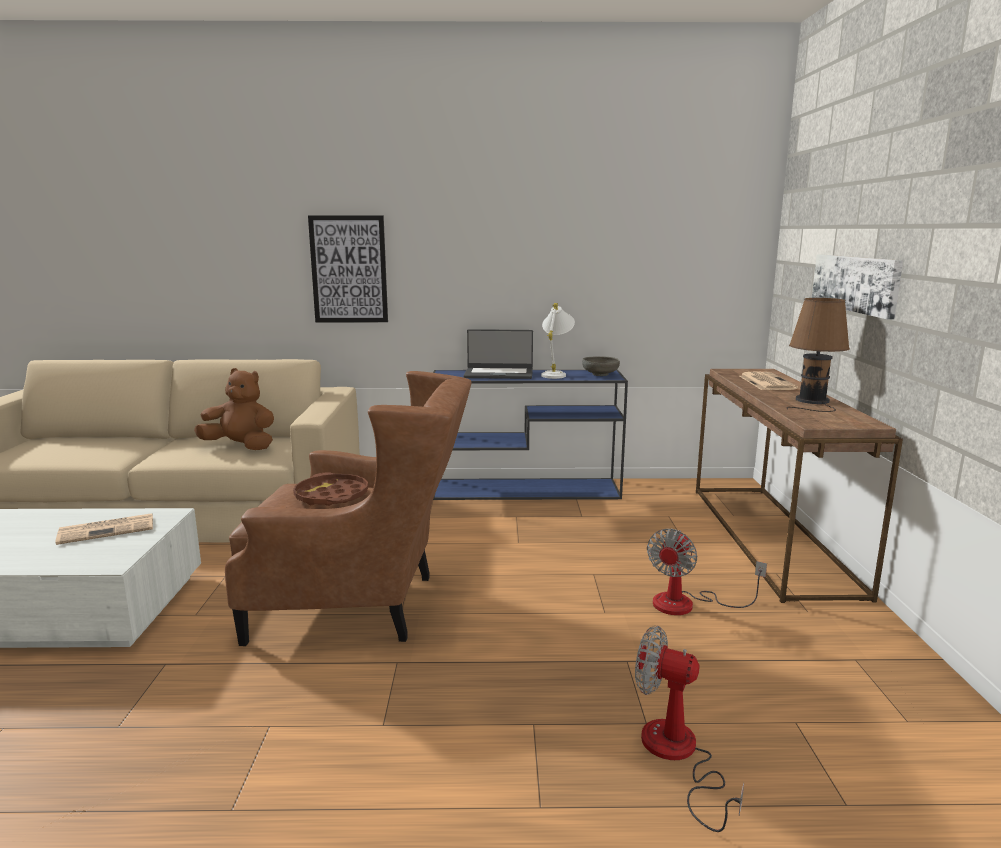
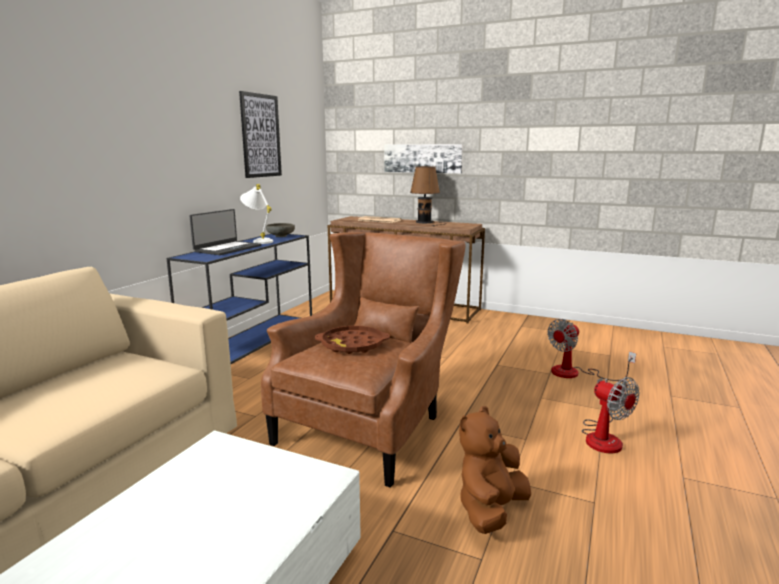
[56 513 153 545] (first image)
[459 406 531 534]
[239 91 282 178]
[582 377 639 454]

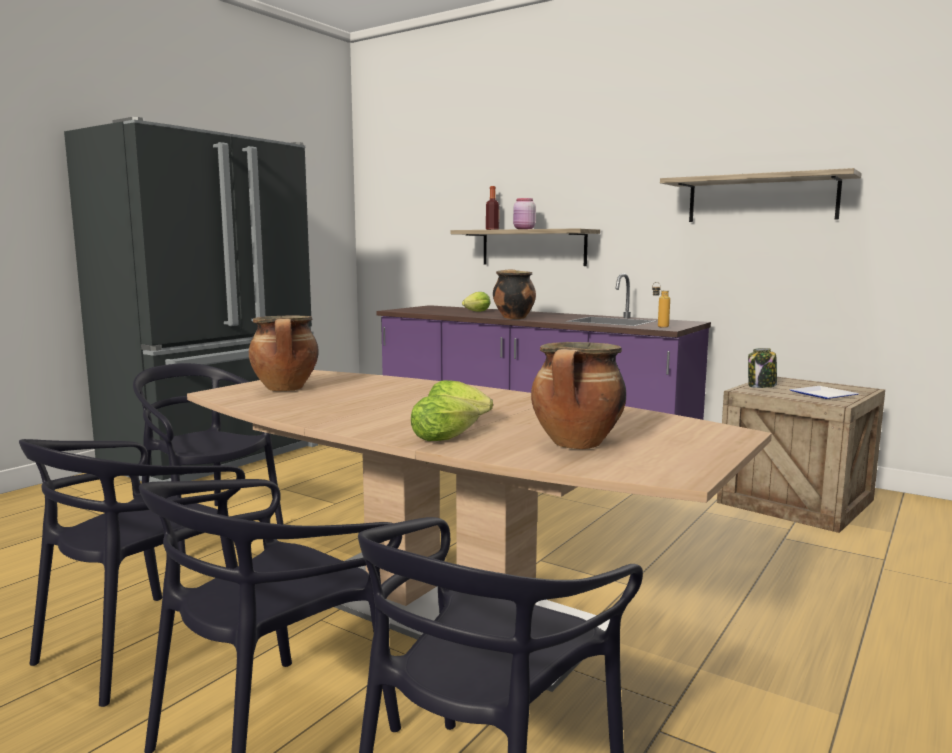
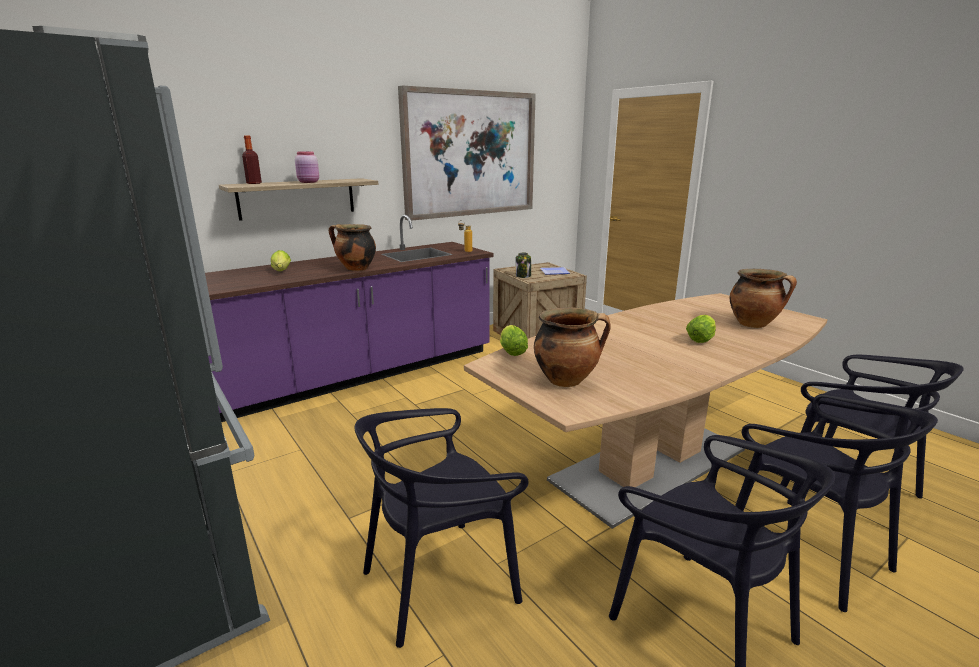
[500 325 528 356]
[398 86 536 221]

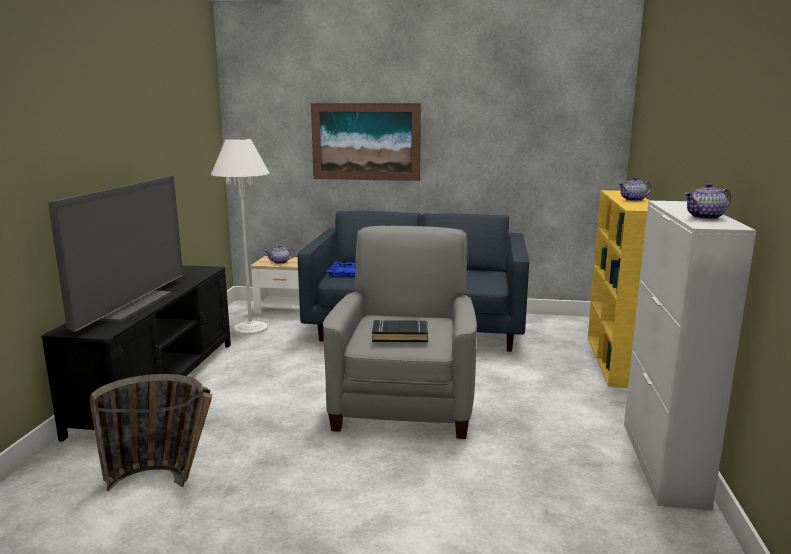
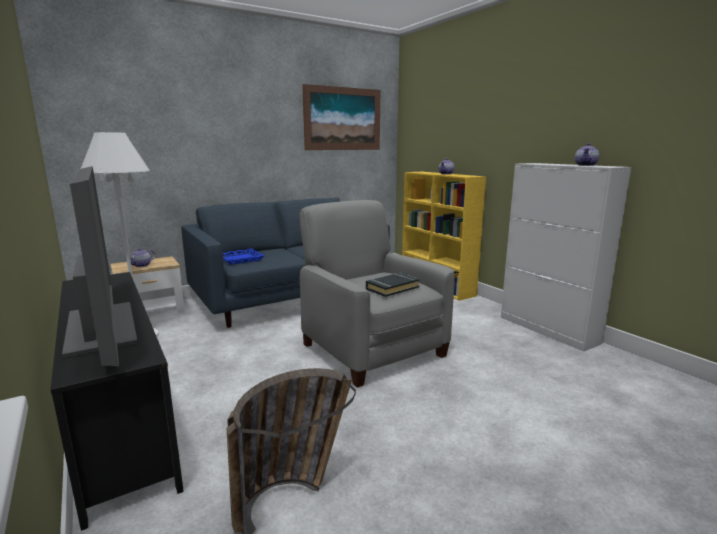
[302 84 380 150]

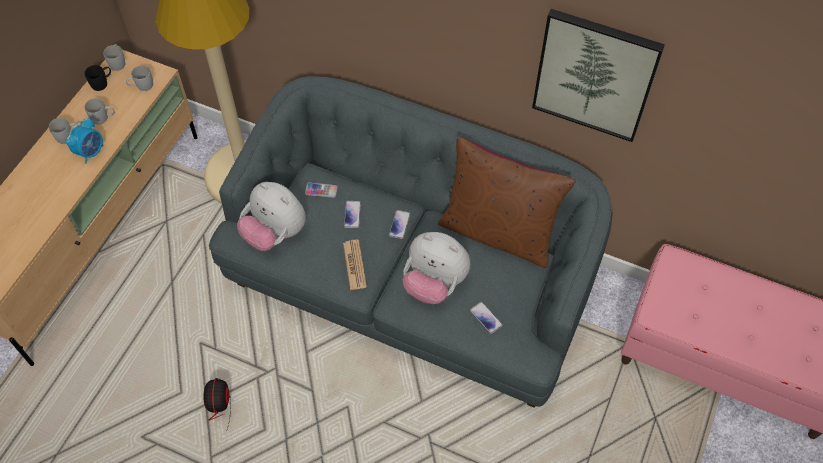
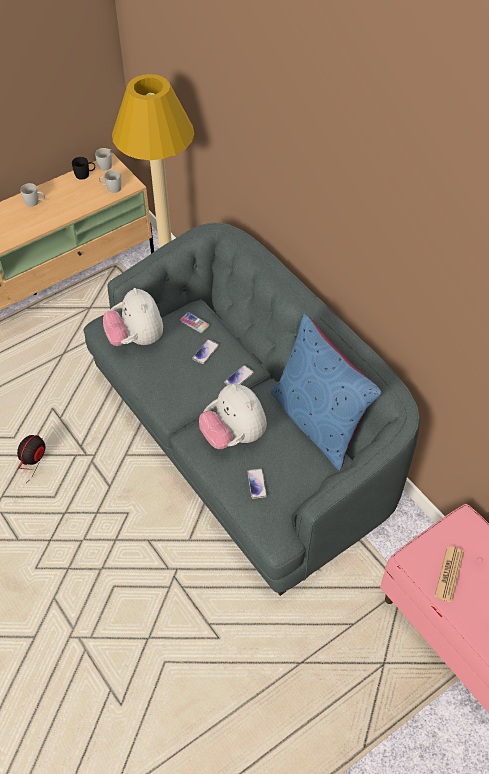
[66 118 103 164] (first image)
[84 98 114 124] (first image)
[434 546 464 602]
[271 314 382 470]
[532 9 665 142] (first image)

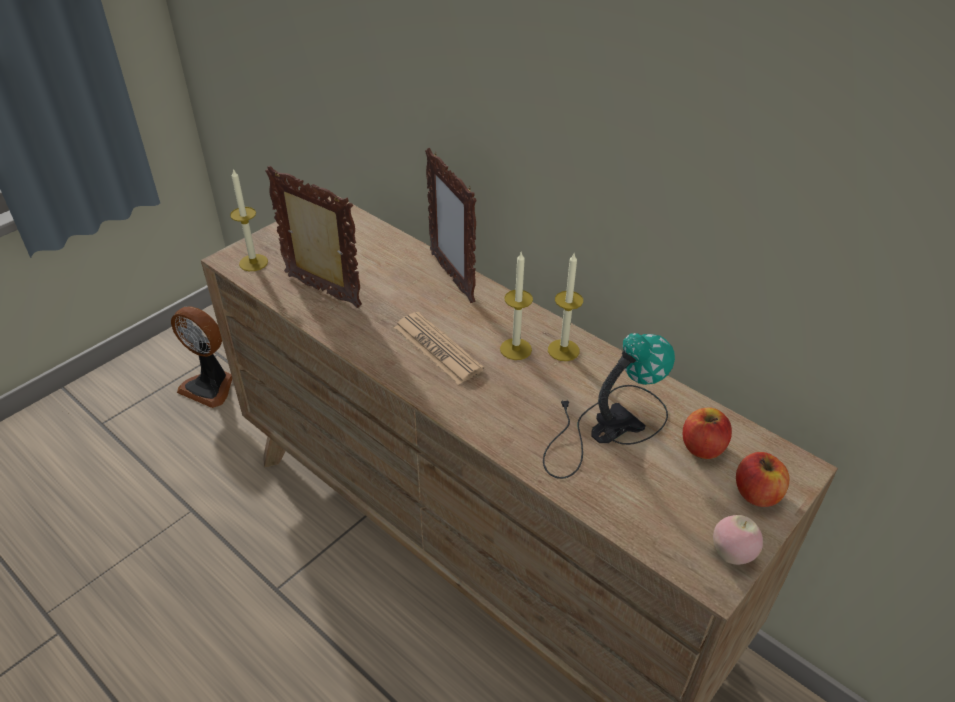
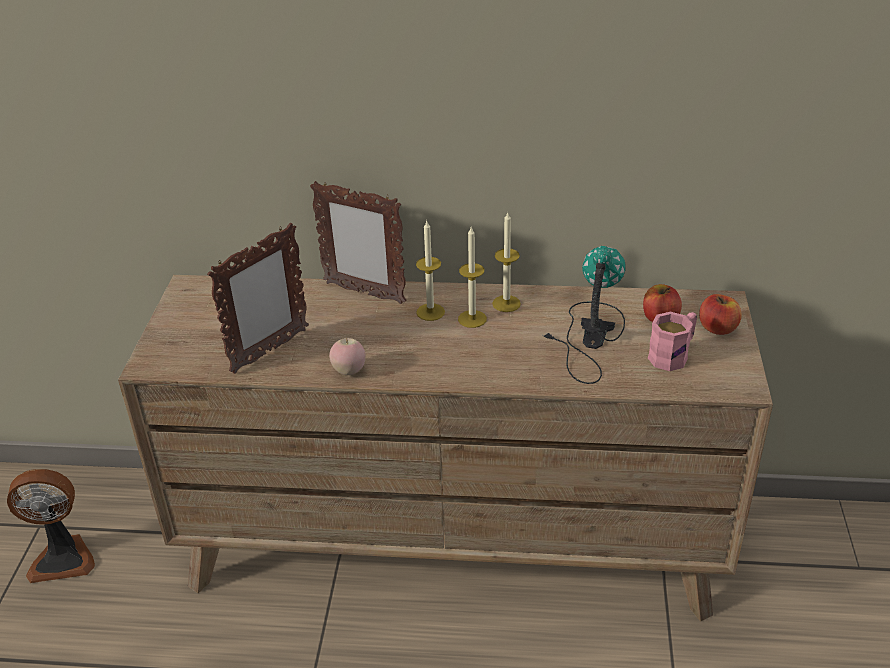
[416 221 445 321]
[207 223 309 374]
[394 312 484 385] (first image)
[329 338 366 375]
[648 312 697 371]

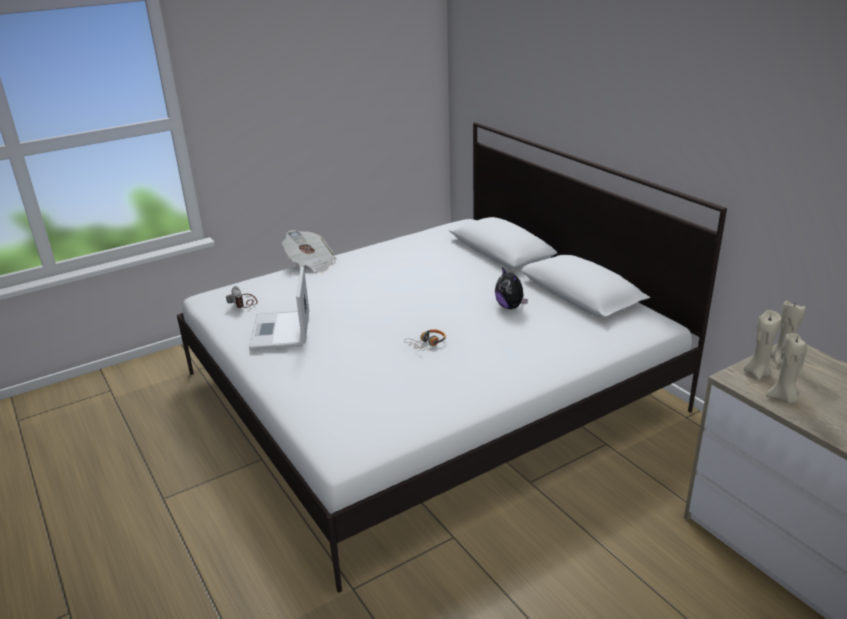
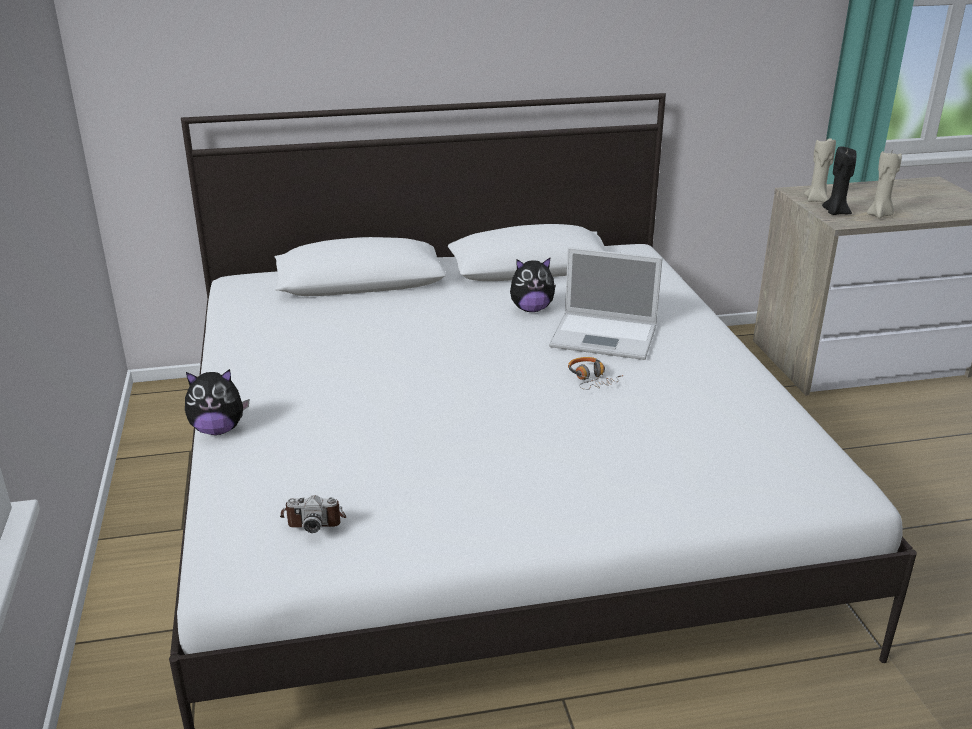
[549 247 663 360]
[185 369 249 435]
[822 146 856 215]

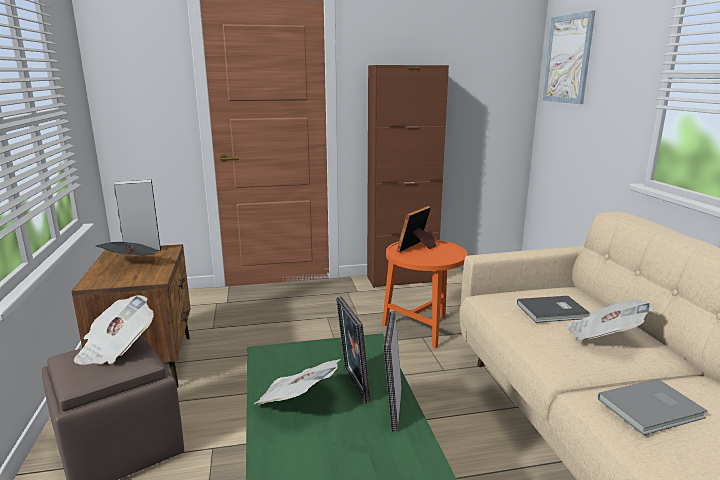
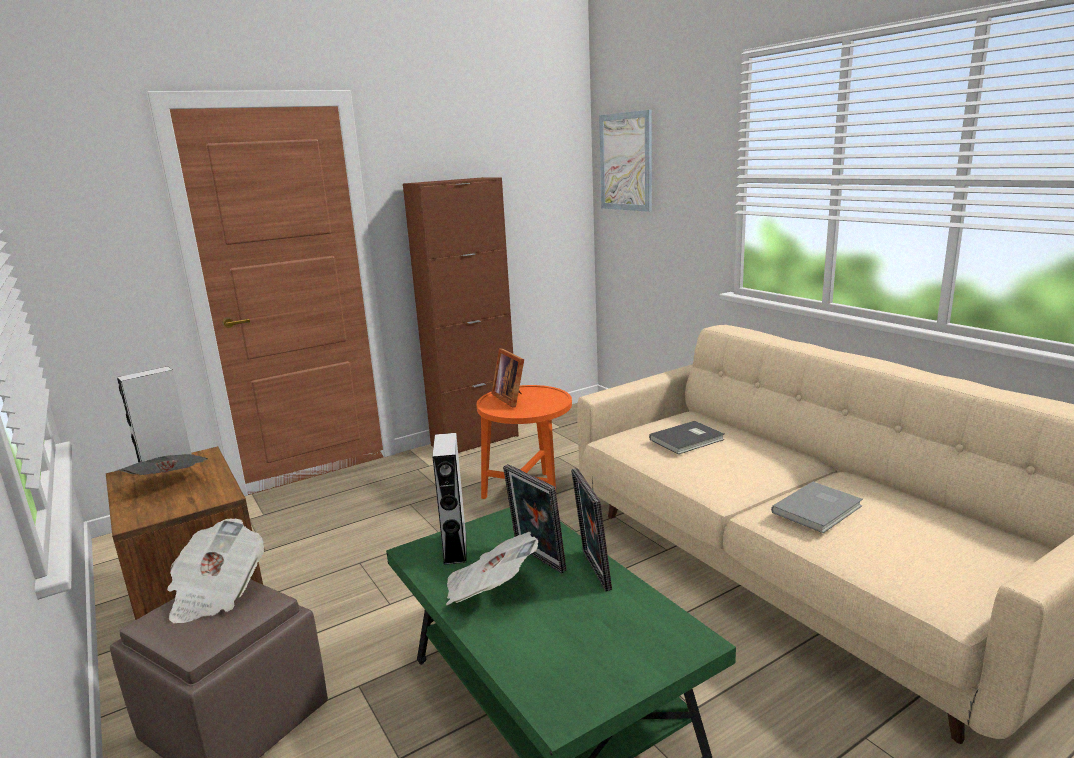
[491 348 524 408]
[566 299 654 341] (first image)
[432 433 466 565]

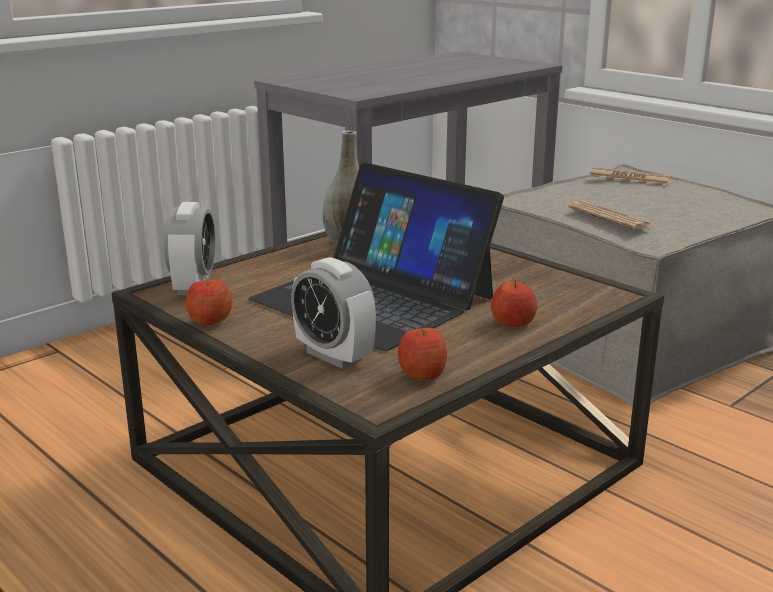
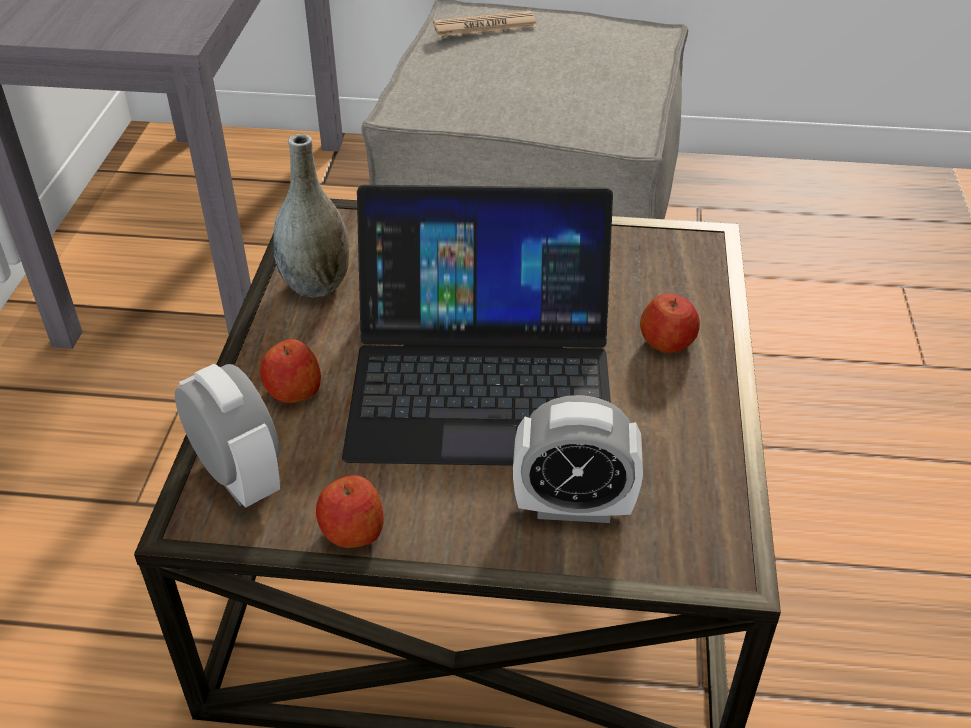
[260 339 321 403]
[568 201 652 230] (first image)

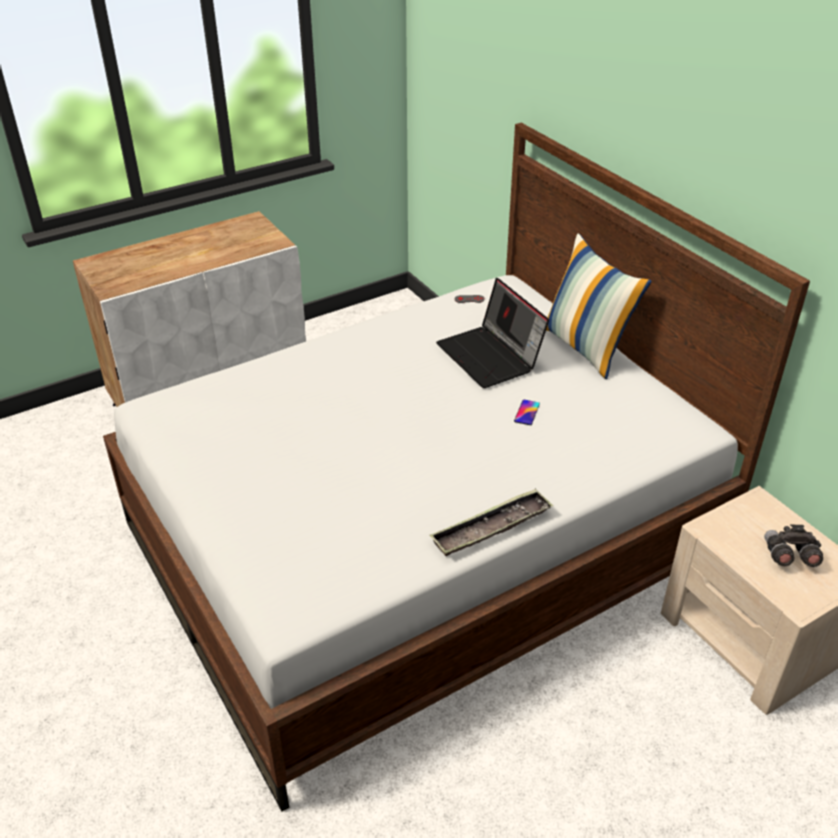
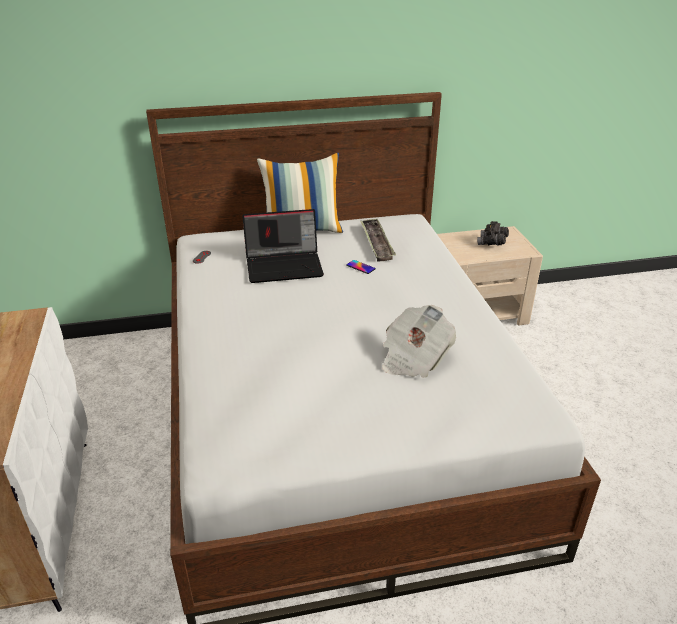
[360 219 396 262]
[382 305 456 378]

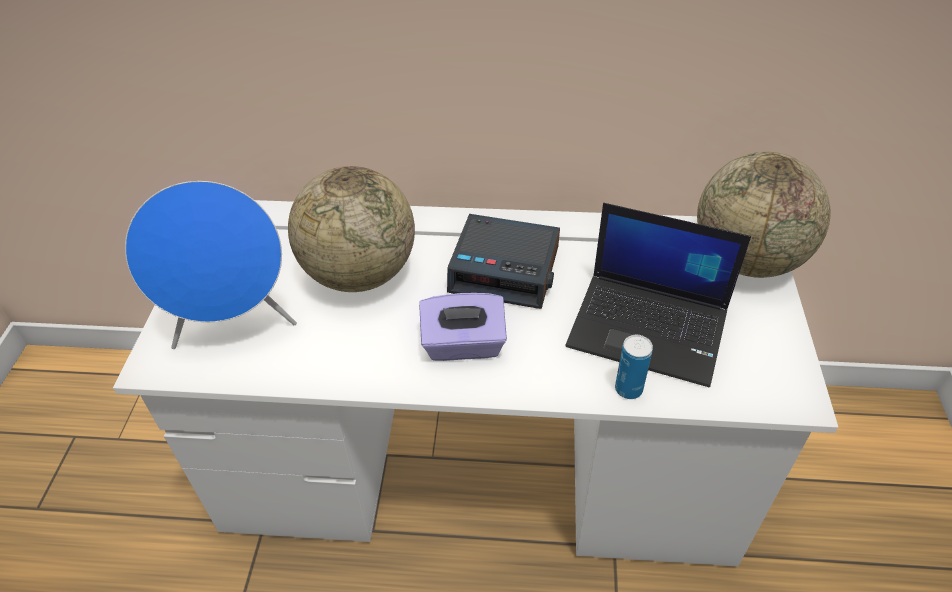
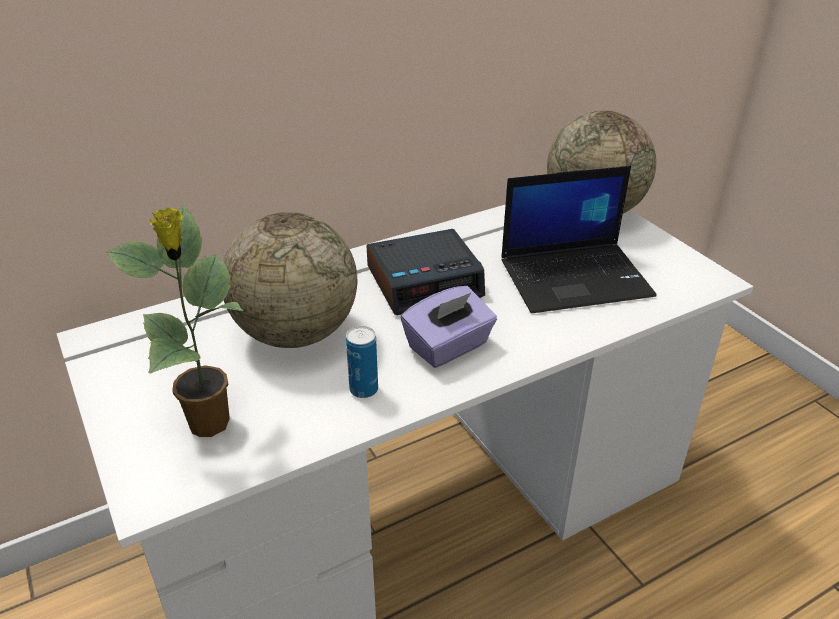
[106 205 243 437]
[346 326 378 398]

